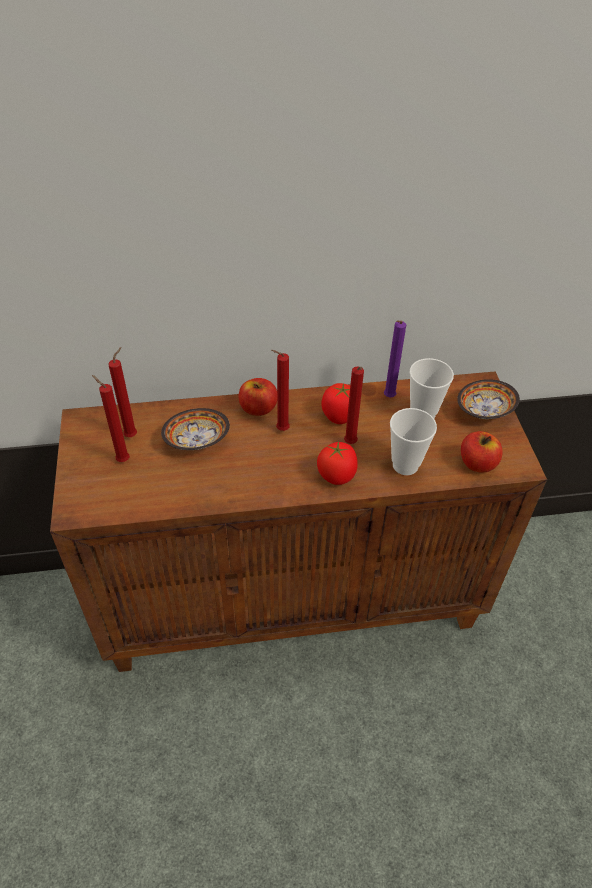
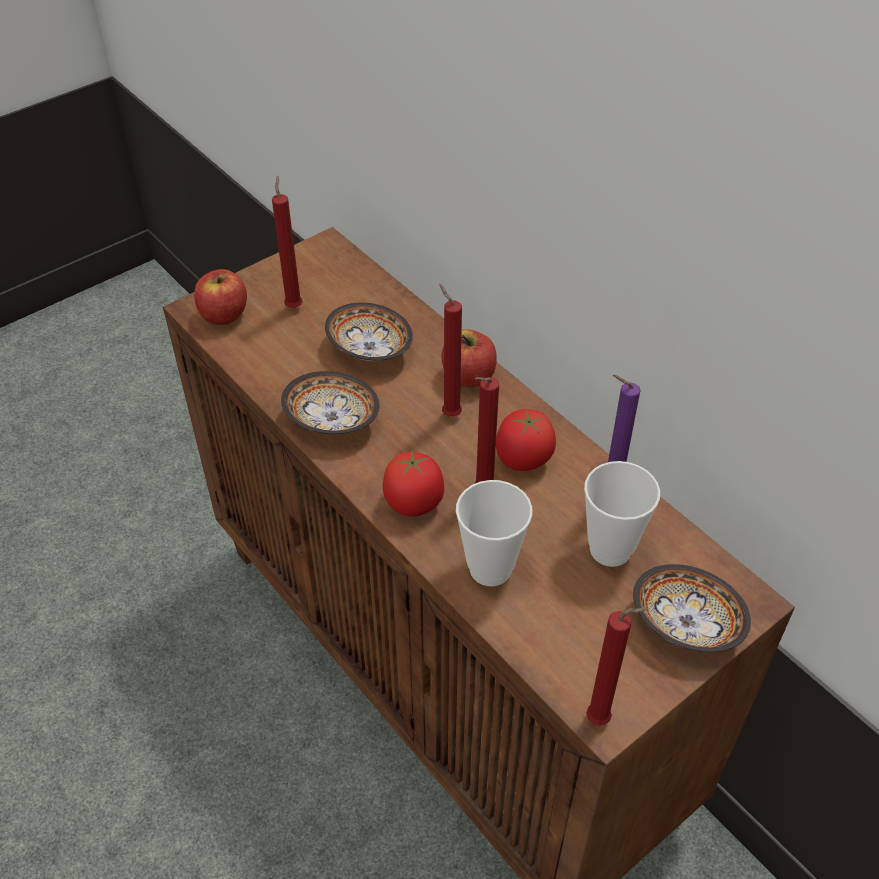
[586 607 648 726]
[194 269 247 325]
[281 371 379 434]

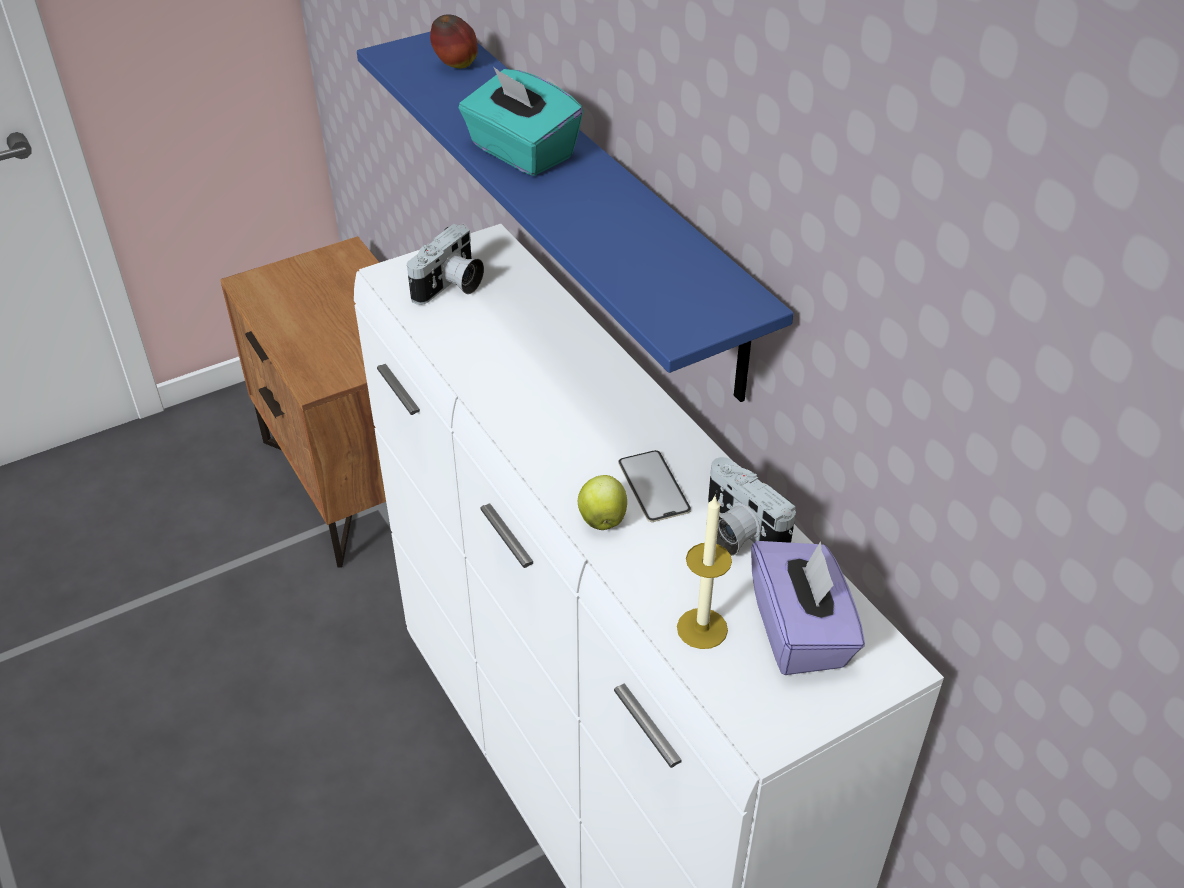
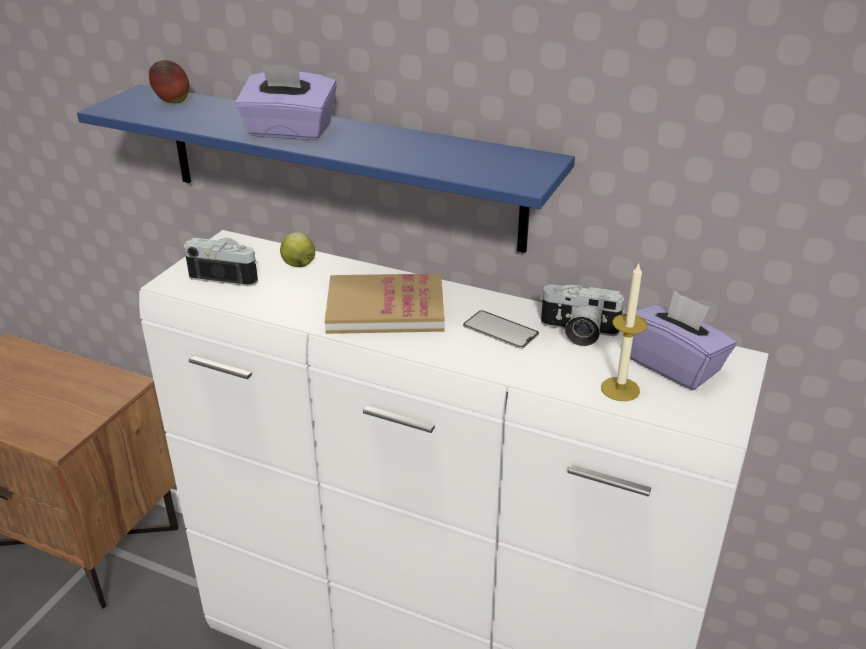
[184 238 258 286]
[235 64 337 140]
[280 232 315 267]
[325 273 445 334]

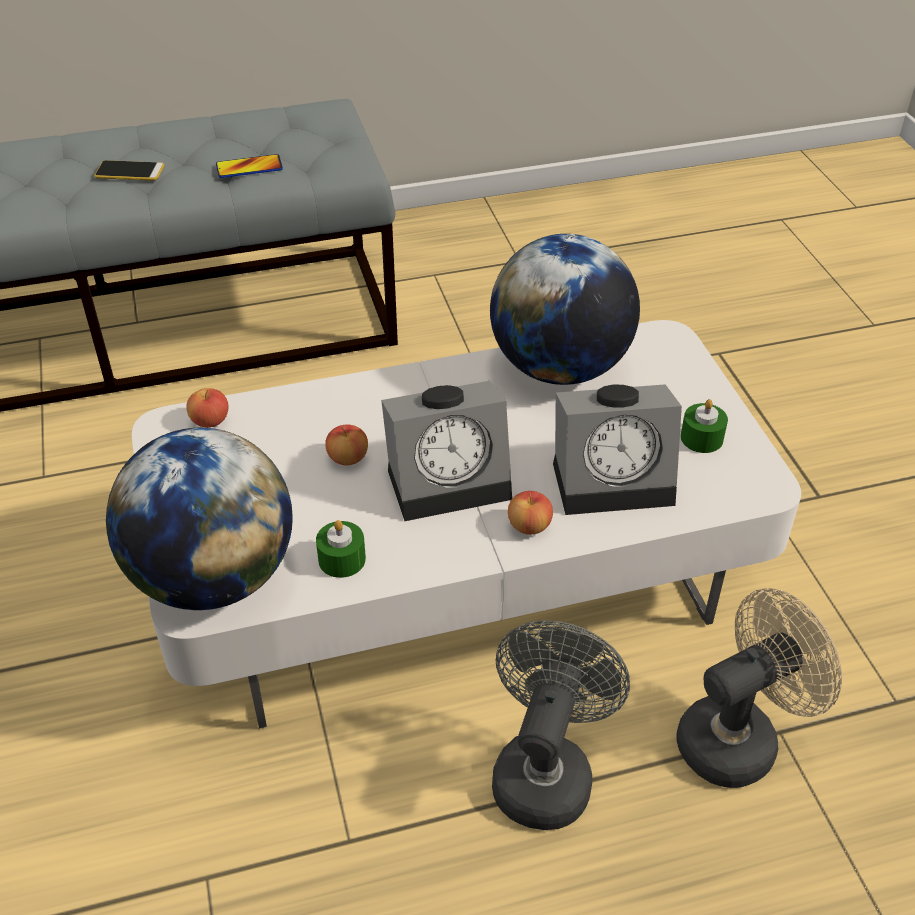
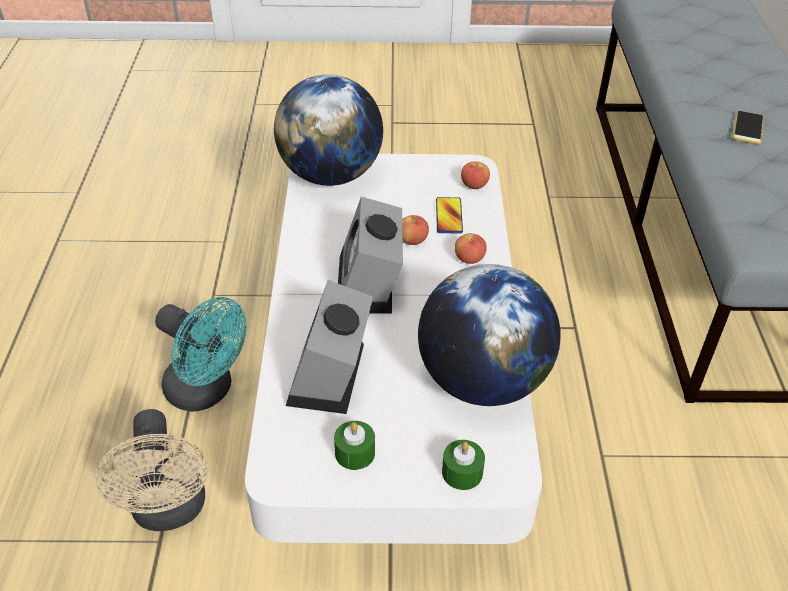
[436 197 463 234]
[442 440 485 490]
[155 297 247 412]
[455 233 487 264]

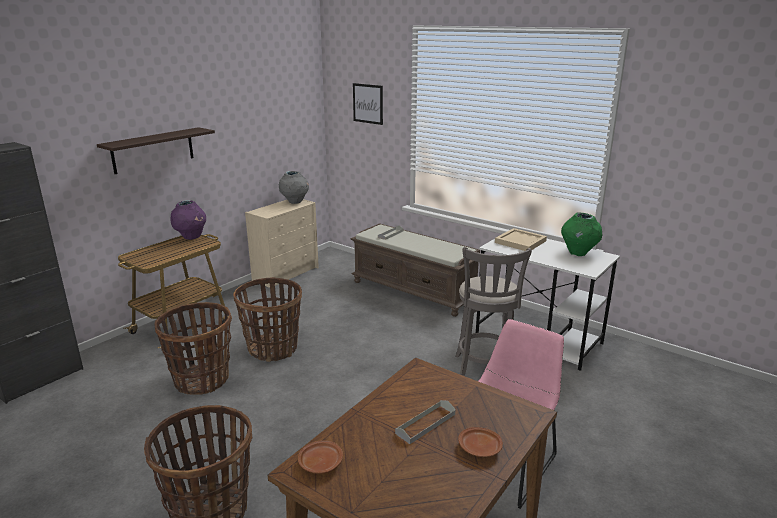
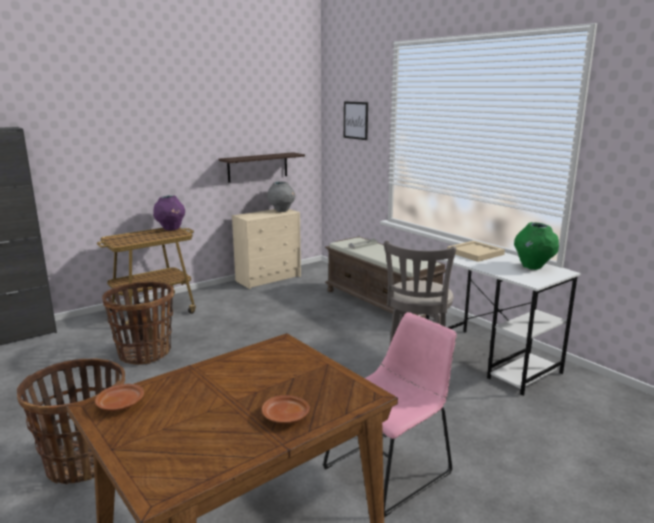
[219 152 305 183]
[233 277 302 362] (first image)
[395 400 456 444] (first image)

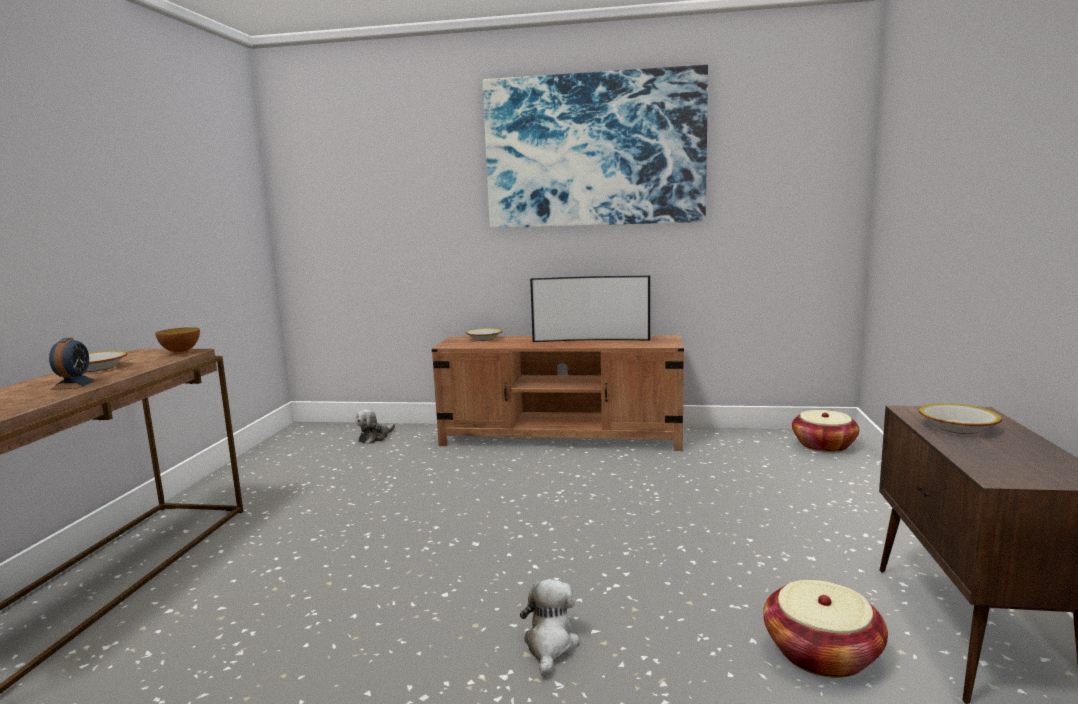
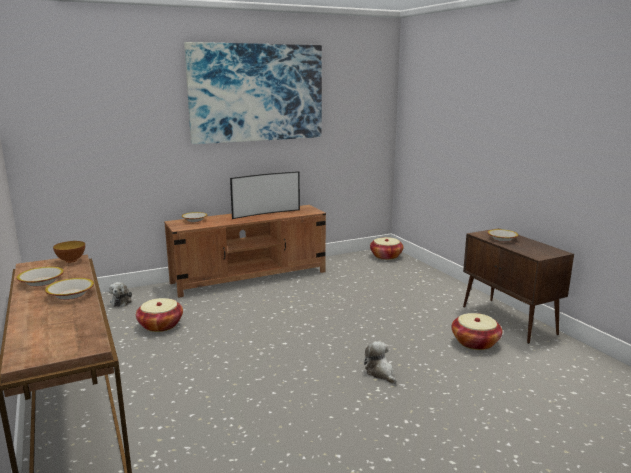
[45 278 94 300]
[136 298 183 332]

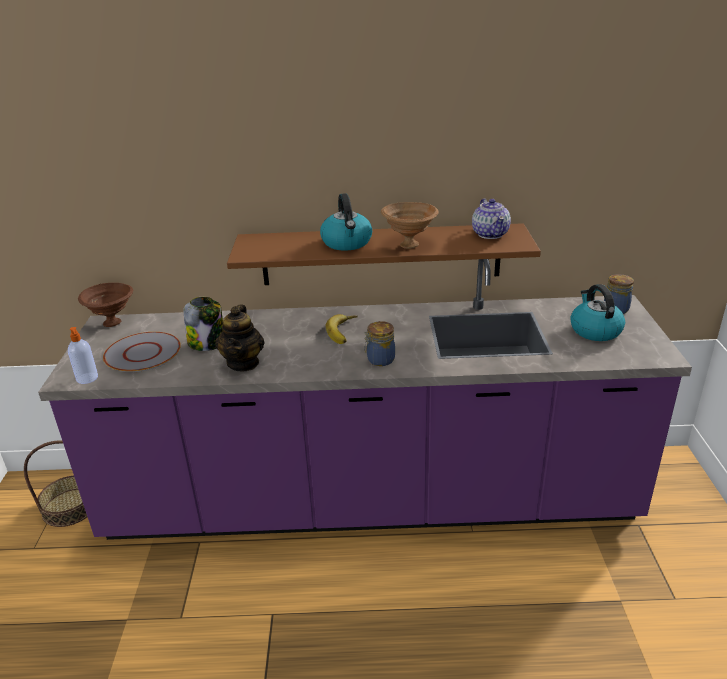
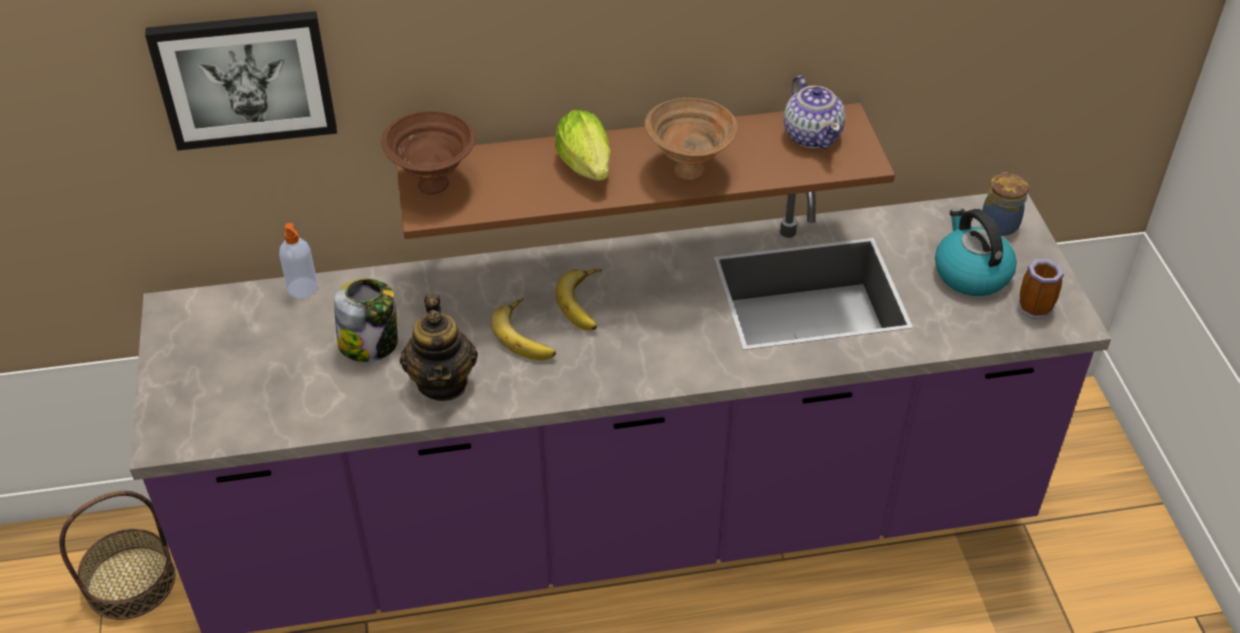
[279 223 318 298]
[382 111 476 194]
[103 332 181 372] (first image)
[555 110 611 181]
[364 321 395 366] (first image)
[145 11 337 151]
[491 298 556 360]
[1018 259 1064 319]

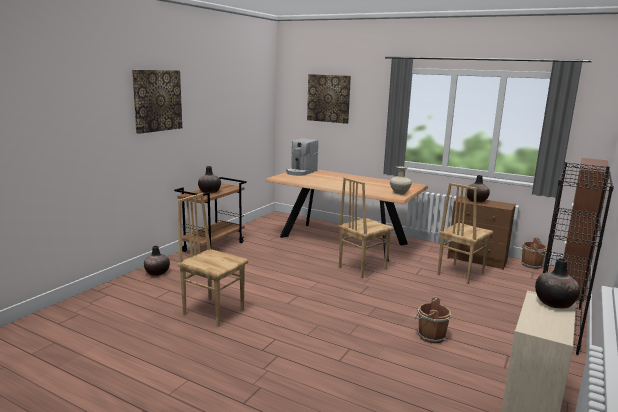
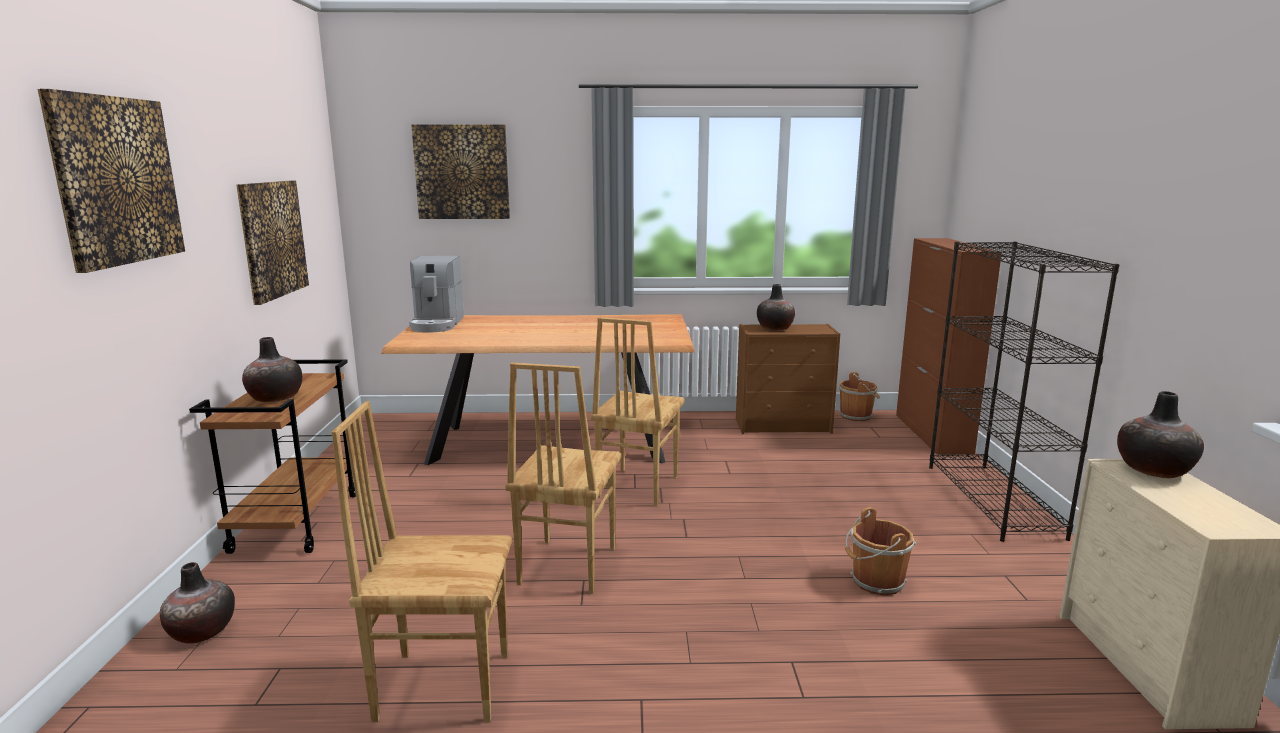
[390 166 412 195] (first image)
[505 363 621 594]
[236 180 309 305]

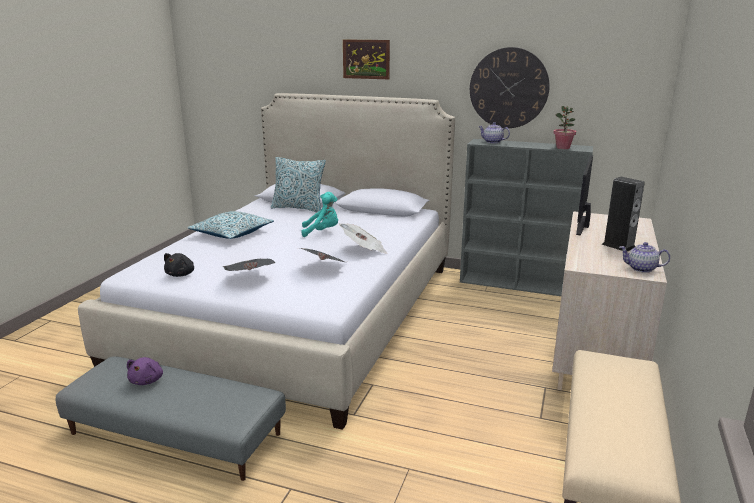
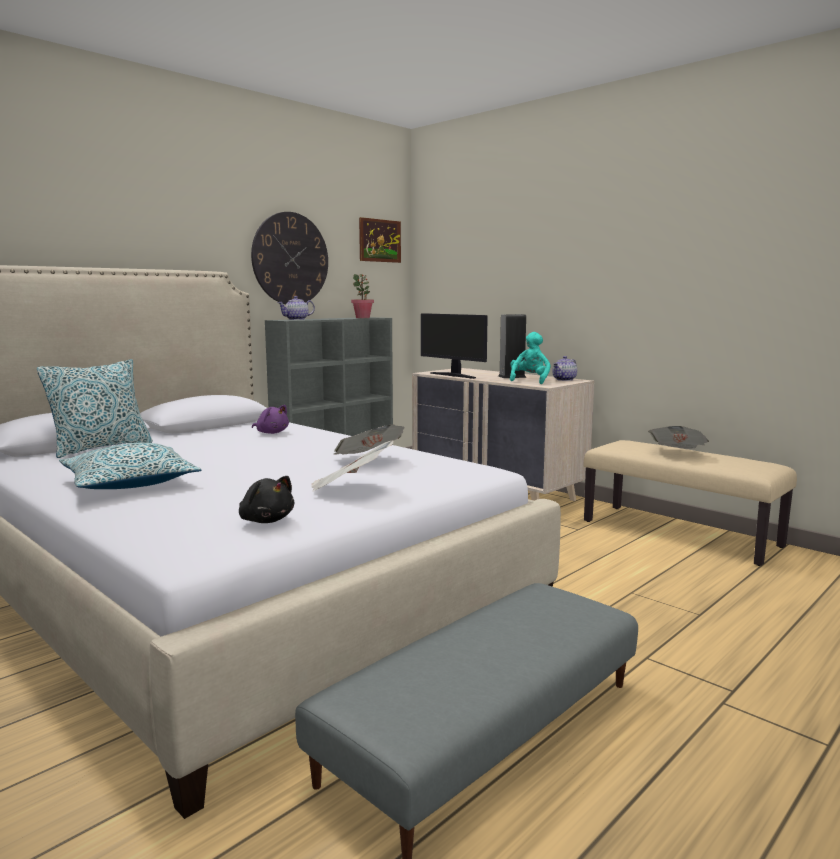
[252 405 289 434]
[510 332 551 384]
[648 426 709 449]
[359 217 401 263]

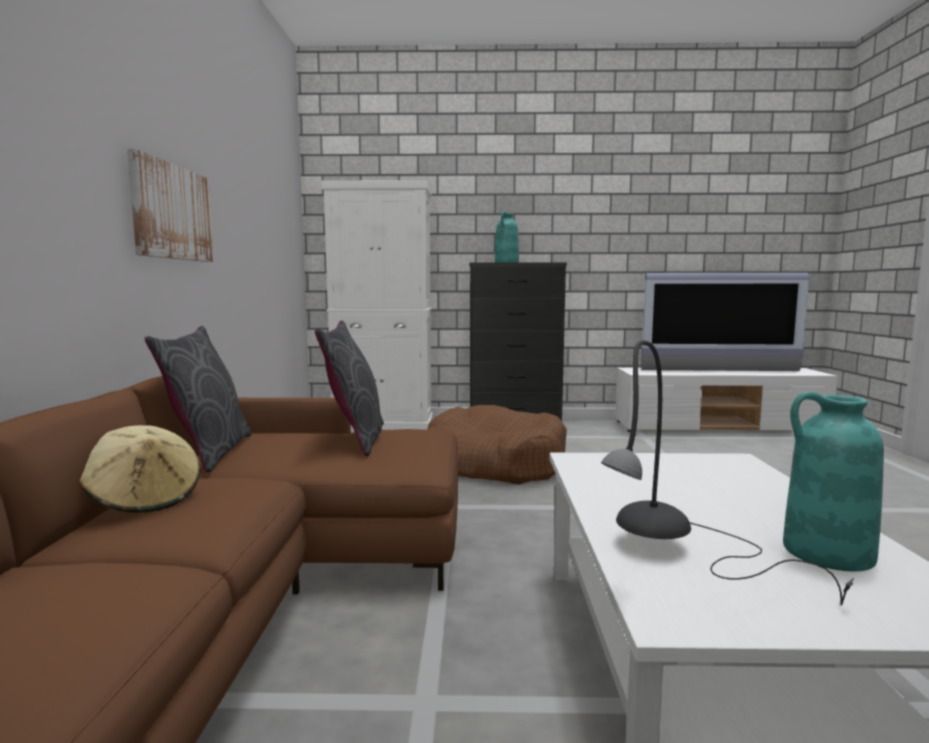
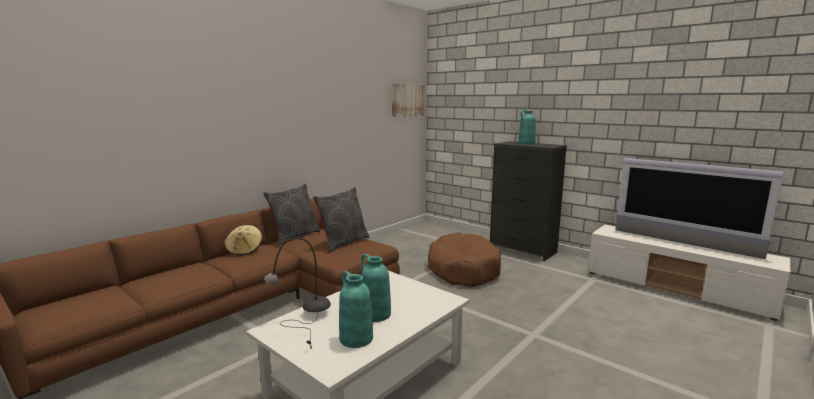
[392 84 424 117]
[321 180 433 431] (first image)
[361 254 391 322]

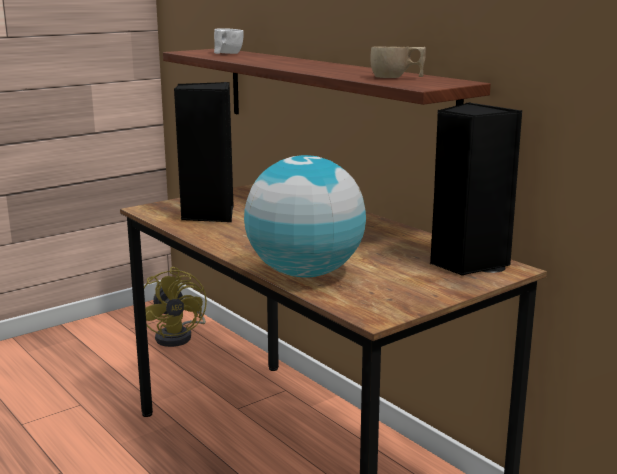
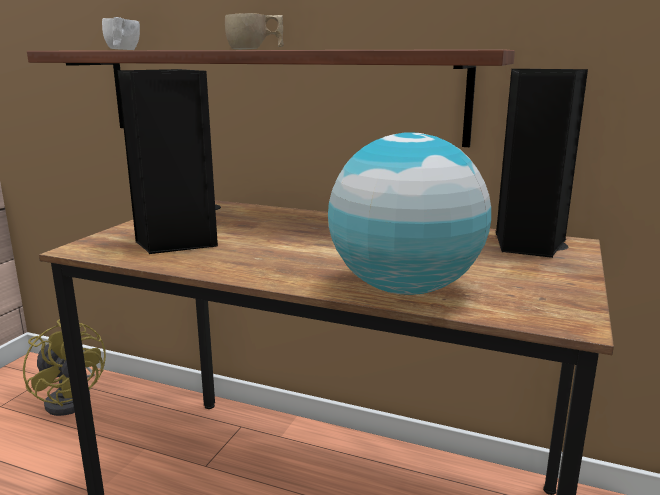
[225 13 284 50]

